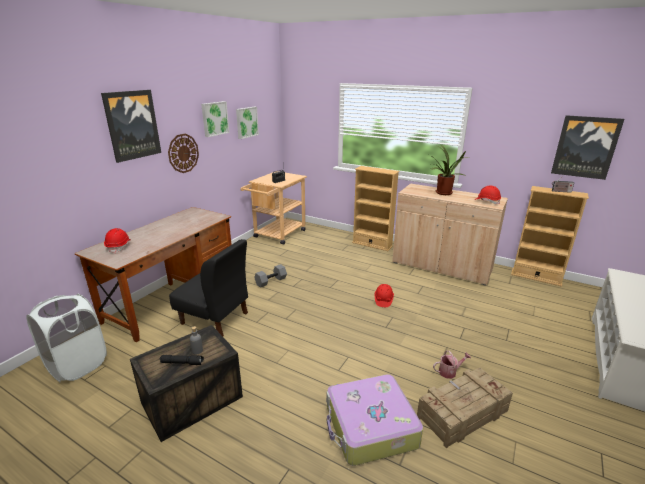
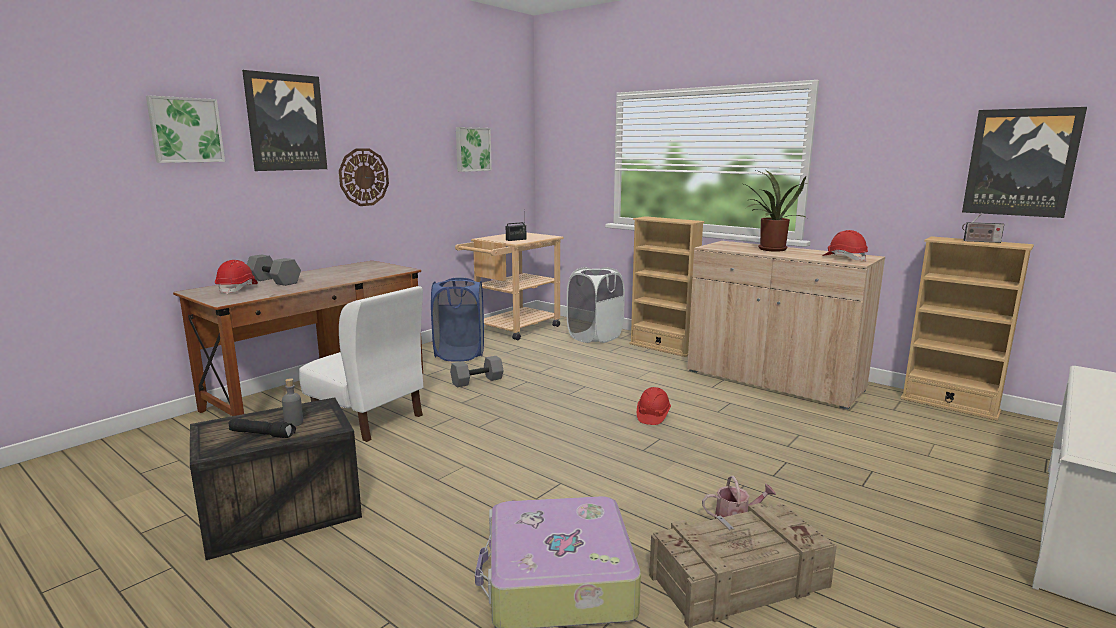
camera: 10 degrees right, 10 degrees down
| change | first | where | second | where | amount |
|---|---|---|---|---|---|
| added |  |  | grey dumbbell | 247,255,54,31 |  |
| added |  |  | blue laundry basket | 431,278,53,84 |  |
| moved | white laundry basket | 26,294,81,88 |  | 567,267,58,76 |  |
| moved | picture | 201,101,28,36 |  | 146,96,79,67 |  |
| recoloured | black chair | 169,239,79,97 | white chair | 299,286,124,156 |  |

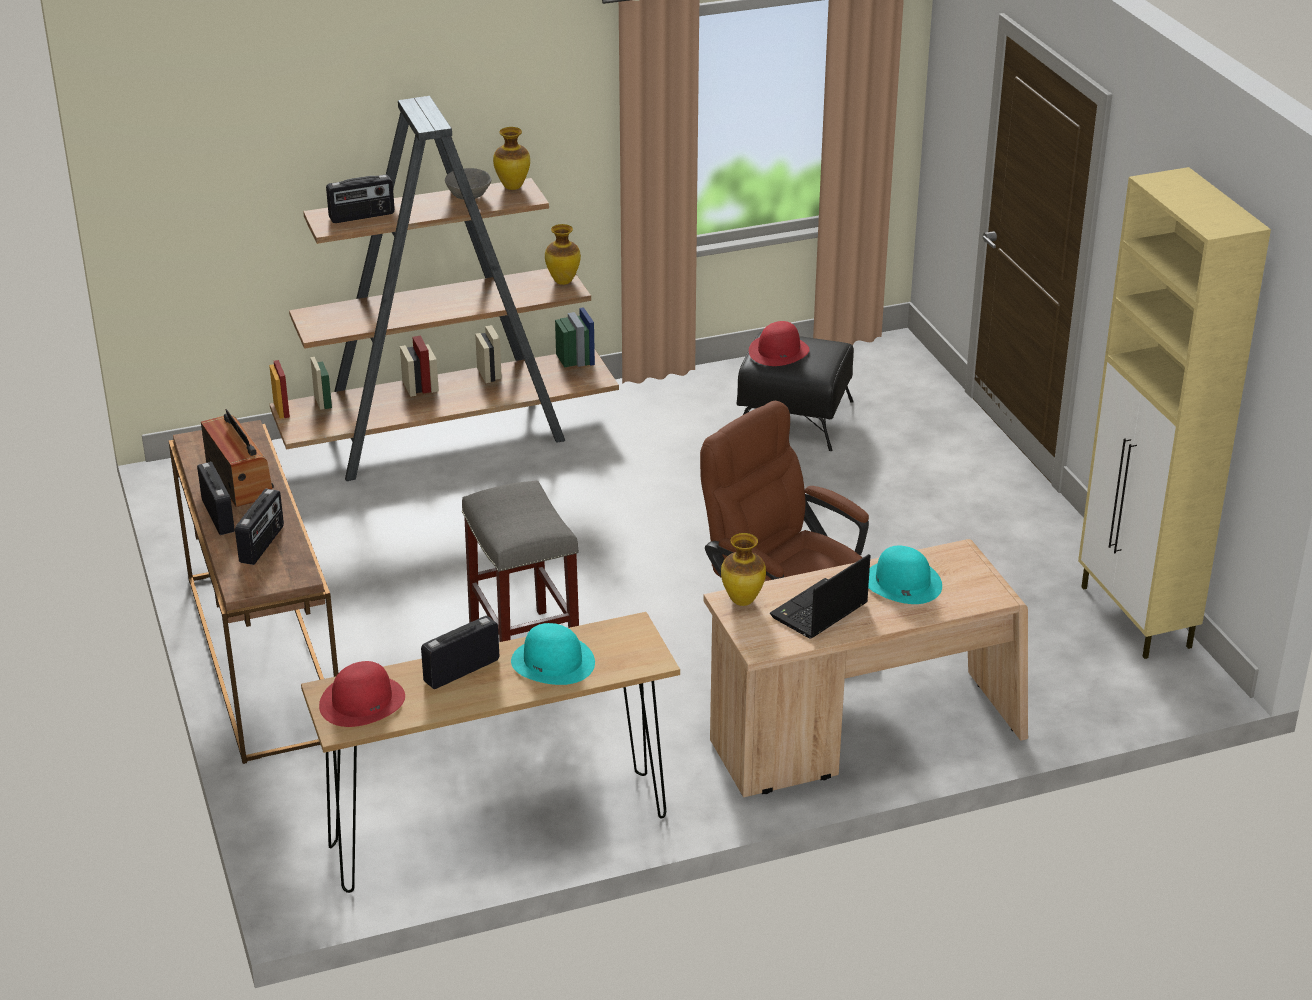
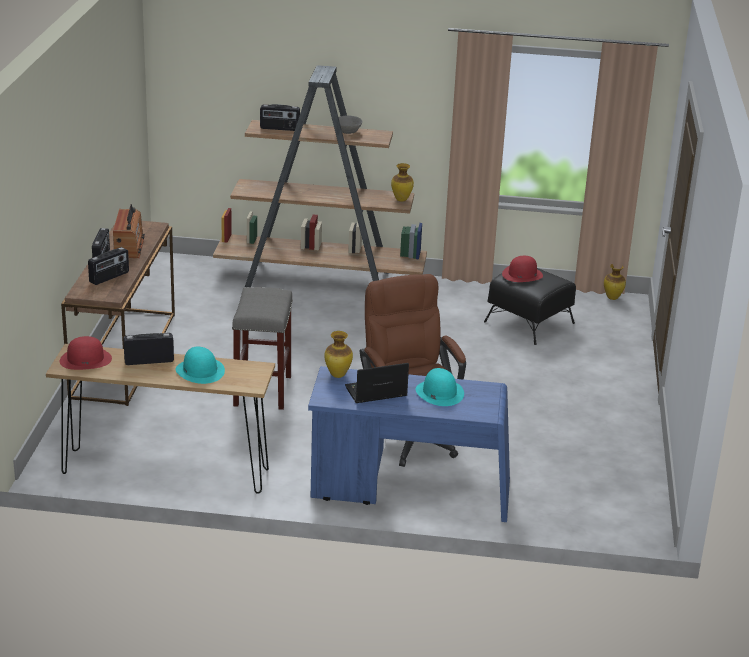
camera: 25 degrees right, 5 degrees down
| change | first | where | second | where | amount |
|---|---|---|---|---|---|
| removed | beige cabinet | 1078,167,193,492 |  |  |  |
| moved | vase | 493,127,37,63 |  | 604,264,22,36 |  |
| recoloured | beige desk | 703,539,325,258 | blue desk | 308,366,202,156 |  |

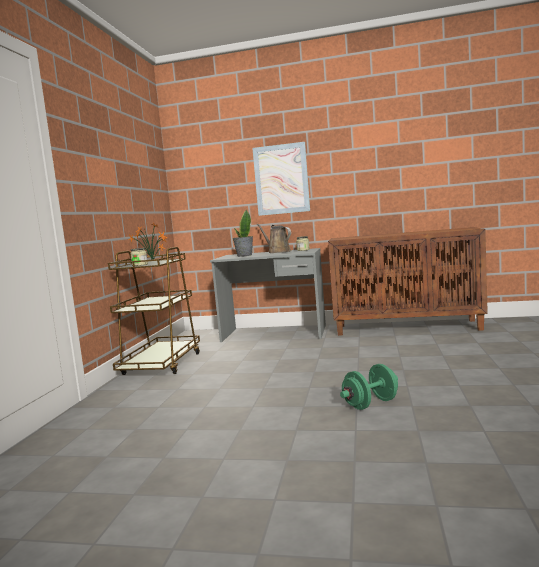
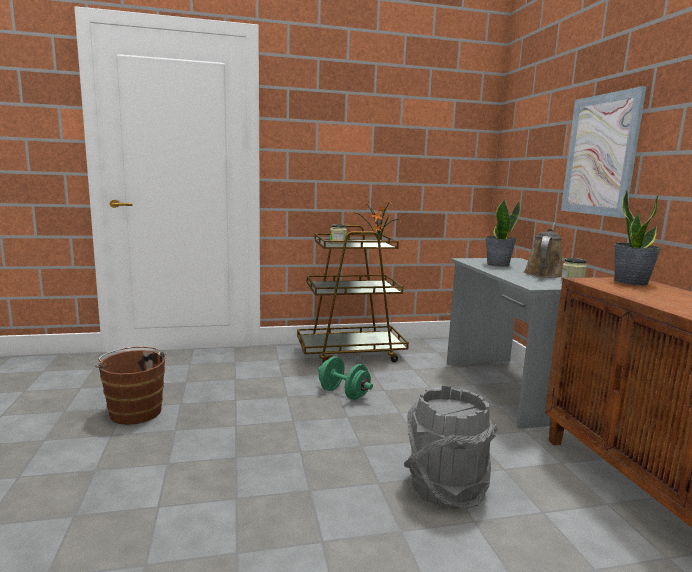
camera: 65 degrees right, 5 degrees up
| change | first | where | second | where | amount |
|---|---|---|---|---|---|
| added |  |  | brown bucket | 95,347,72,78 |  |
| added |  |  | grey bucket | 404,385,94,124 |  |
| added |  |  | potted plant | 614,190,47,96 |  |
| moved | green dumbbell | 340,364,58,46 |  | 318,356,55,44 |  |

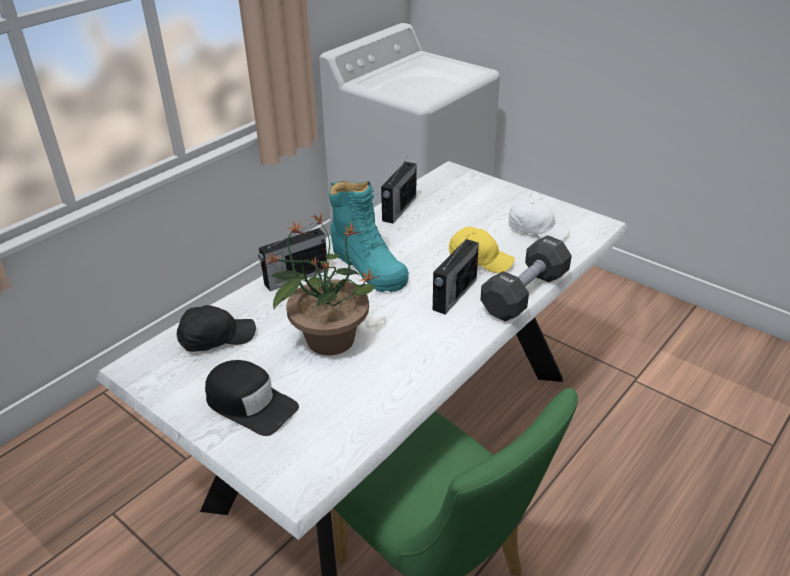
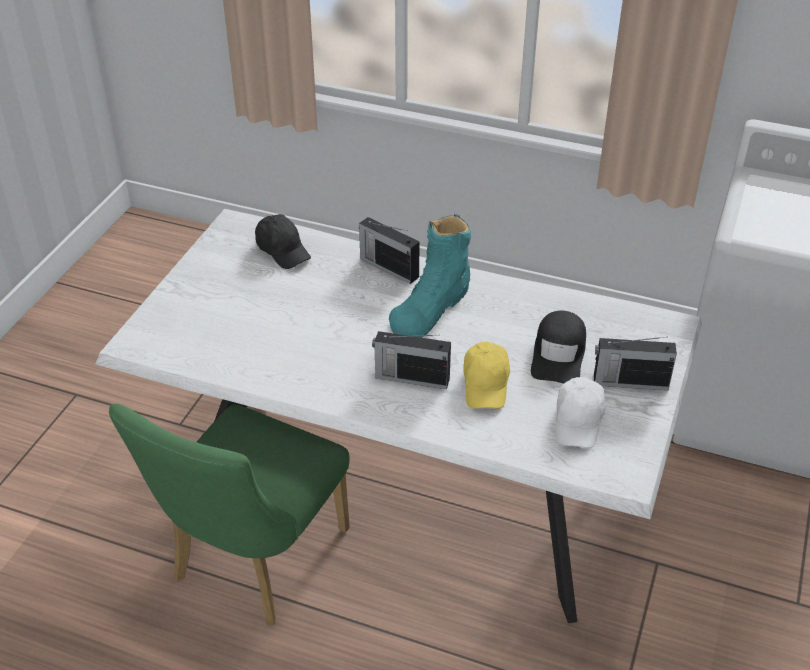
camera: 70 degrees right, 5 degrees up
| change | first | where | second | where | amount |
|---|---|---|---|---|---|
| removed | potted plant | 265,214,115,141 |  |  |  |
| removed | black dumbbell | 481,235,91,86 |  |  |  |
| moved | black cap | 205,360,94,76 |  | 531,310,55,74 |  |
| moved | radio | 381,158,35,66 |  | 594,337,83,53 |  |

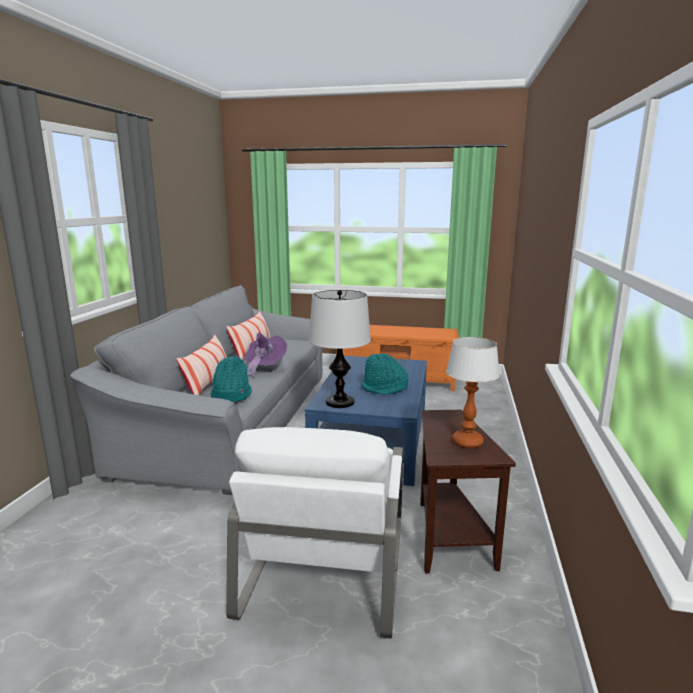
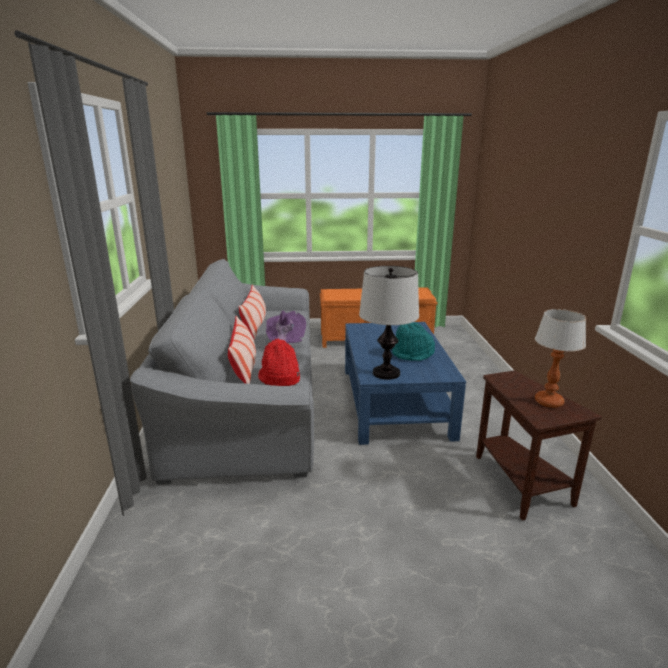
camera: 15 degrees left, 5 degrees up
| change | first | where | second | where | amount |
|---|---|---|---|---|---|
| removed | white armchair | 226,427,177,212 |  |  |  |
| recoloured | turquoise hat | 210,356,42,46 | red hat | 258,339,42,47 |  |

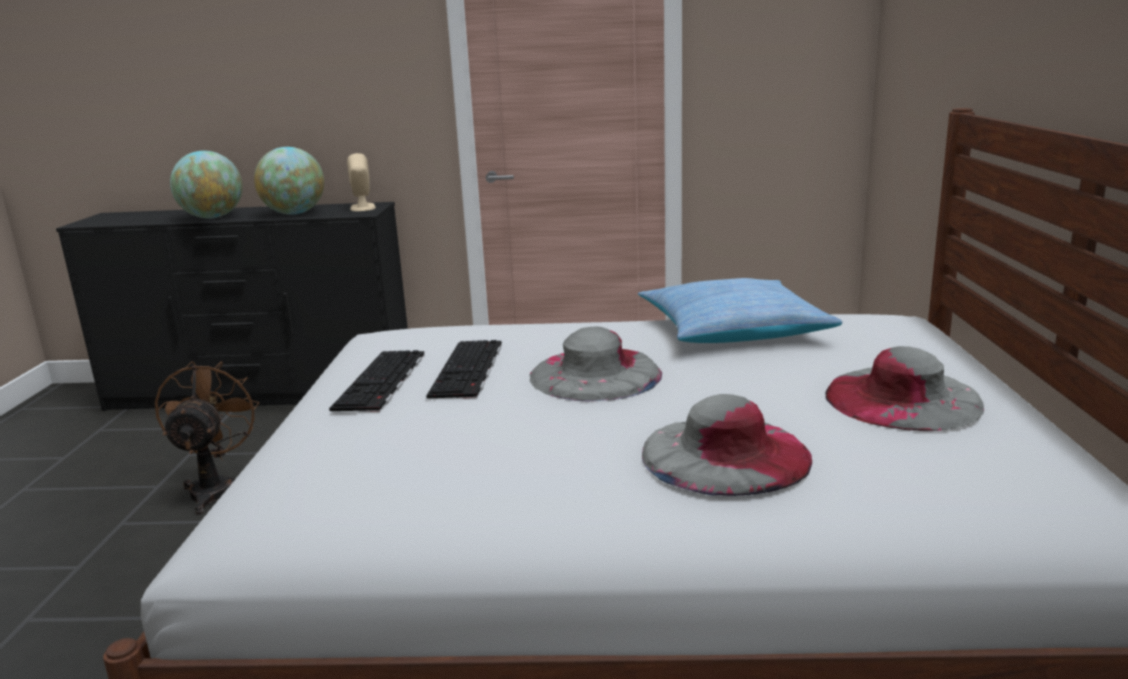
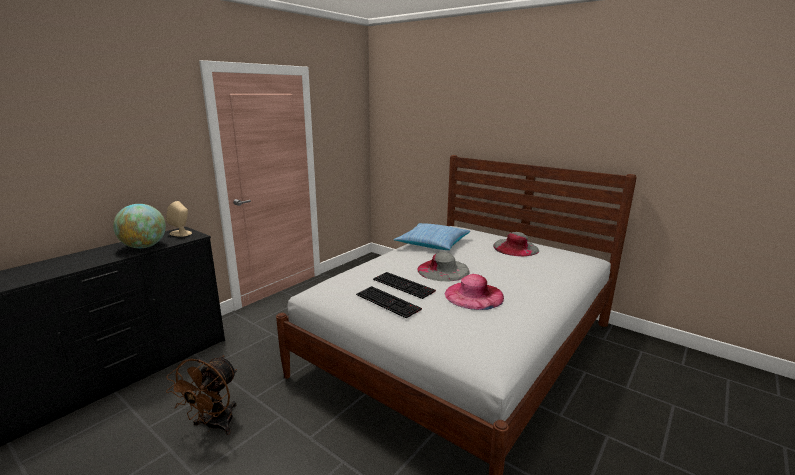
camera: 55 degrees left, 0 degrees up
| change | first | where | second | where | amount |
|---|---|---|---|---|---|
| removed | globe | 170,151,73,67 |  |  |  |
| removed | grey hat | 642,394,170,102 |  |  |  |
| added |  |  | pink hat | 445,274,59,36 |  |
| turned | brown fan | 155,361,104,153 |  | 166,355,71,80 | 105 degrees counterclockwise |

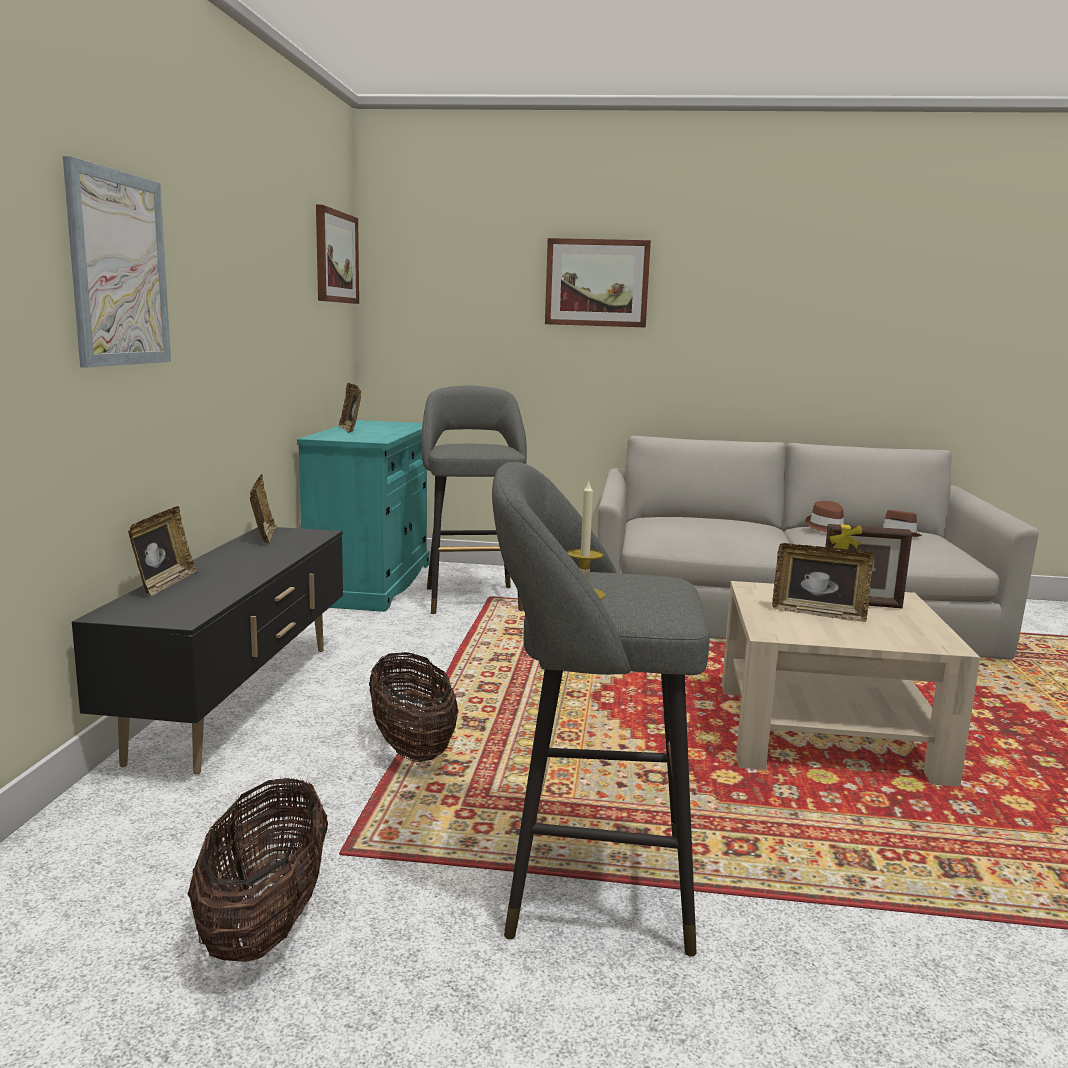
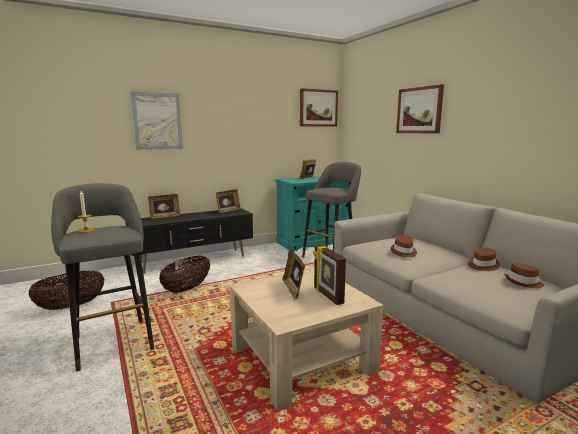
camera: 55 degrees right, 0 degrees up
| change | first | where | second | where | amount |
|---|---|---|---|---|---|
| added |  |  | brown hat | 391,235,26,22 |  |

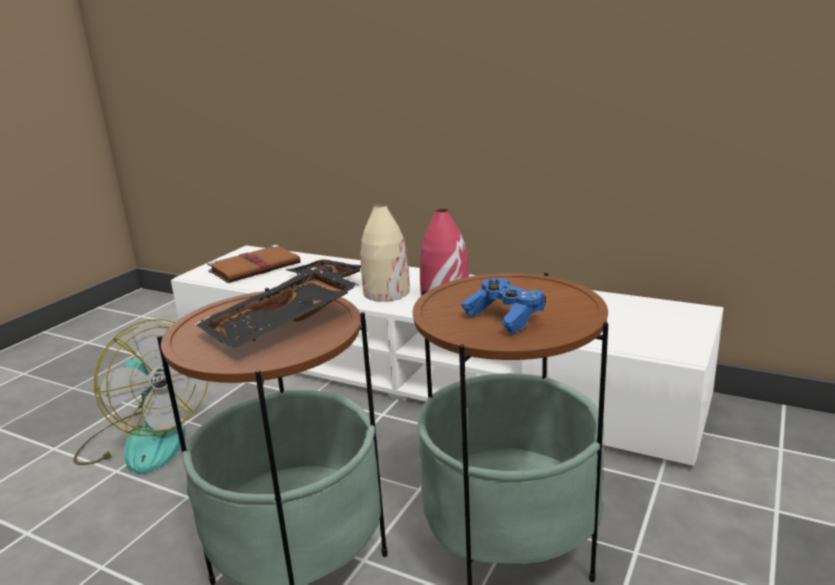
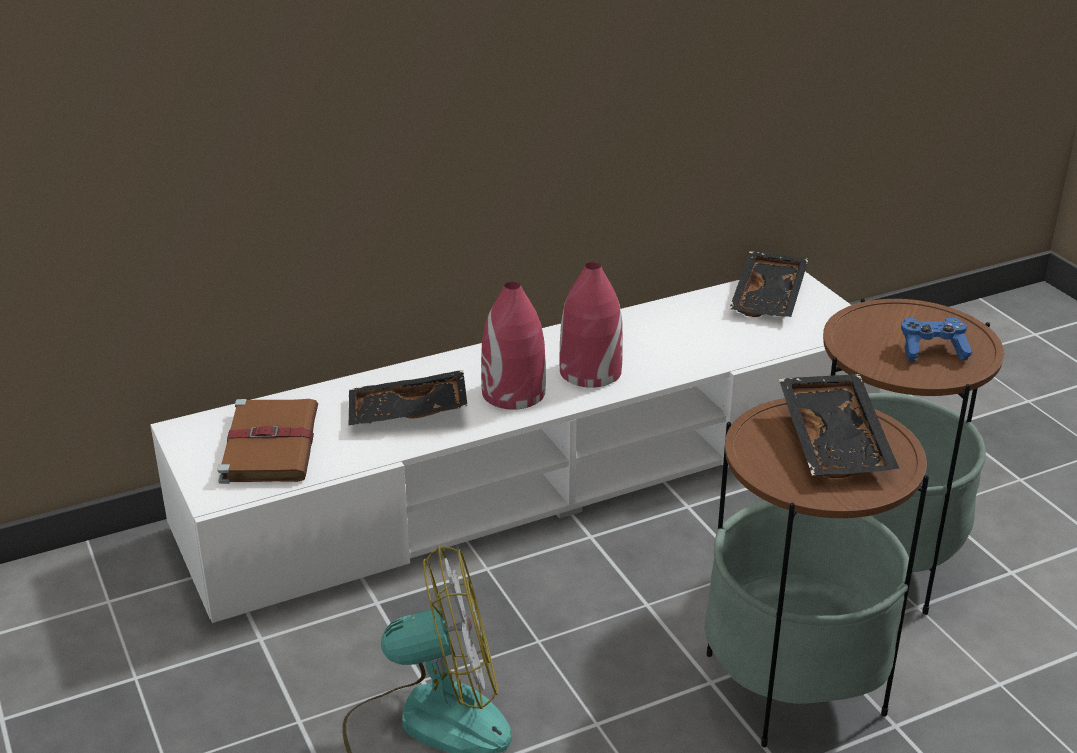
camera: 55 degrees left, 10 degrees up
| change | first | where | second | where | amount |
|---|---|---|---|---|---|
| added |  |  | black tray | 729,251,79,66 |  |
| recoloured | beige vase | 361,204,49,98 | red vase | 481,282,65,128 |  |

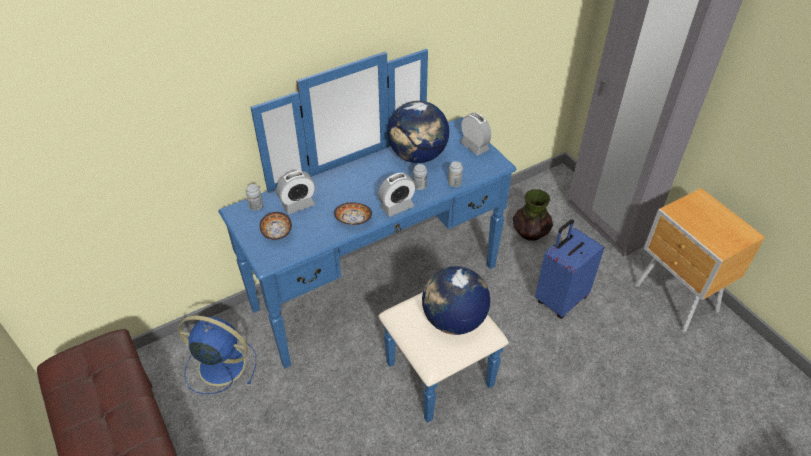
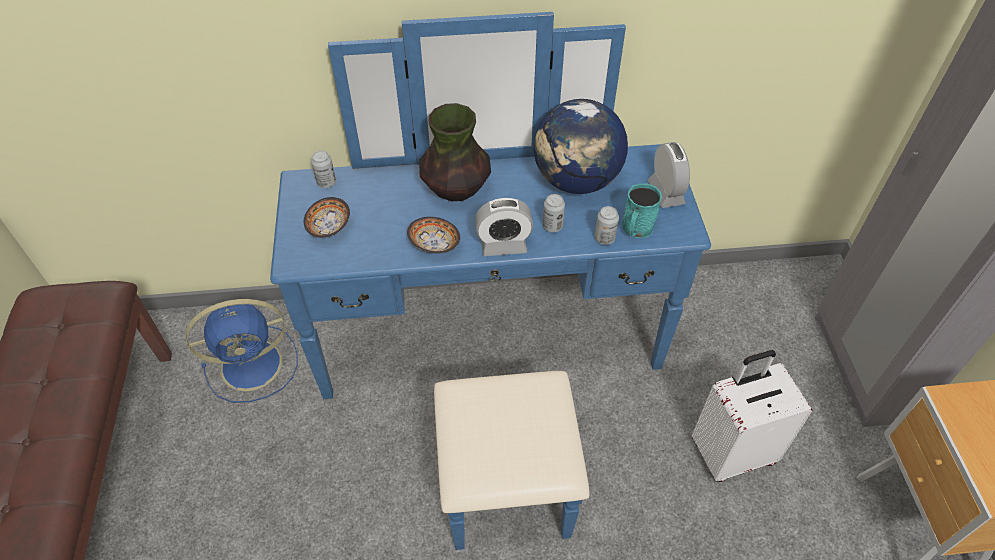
camera: 25 degrees right, 5 degrees up
| change | first | where | second | where | amount |
|---|---|---|---|---|---|
| removed | alarm clock | 276,171,39,43 |  |  |  |
| removed | globe | 422,266,68,69 |  |  |  |
| added |  |  | turquoise mug | 622,183,40,55 |  |
| moved | vase | 513,189,40,52 |  | 419,103,72,98 |  |
| recoloured | blue suitcase | 535,219,69,100 | white suitcase | 692,350,120,132 |  |
| turned | blue fan | 178,315,78,79 |  | 185,299,113,103 | 120 degrees clockwise |

